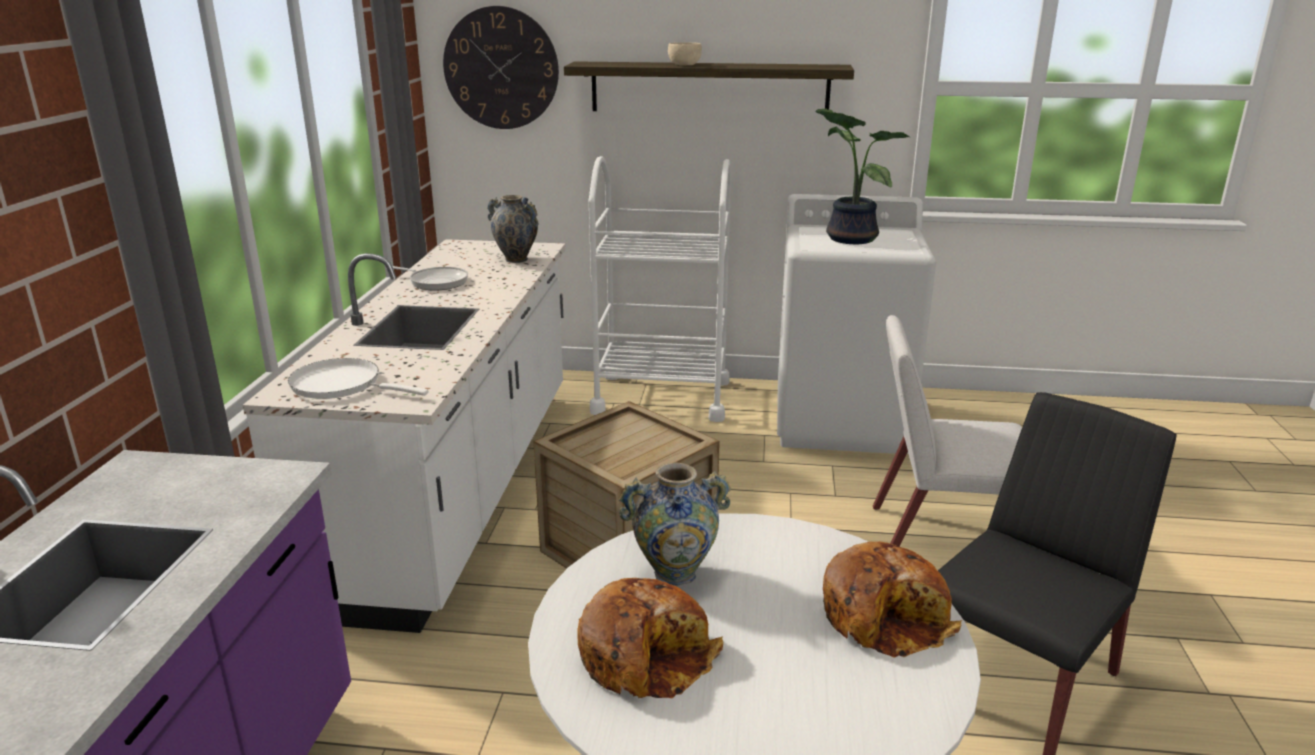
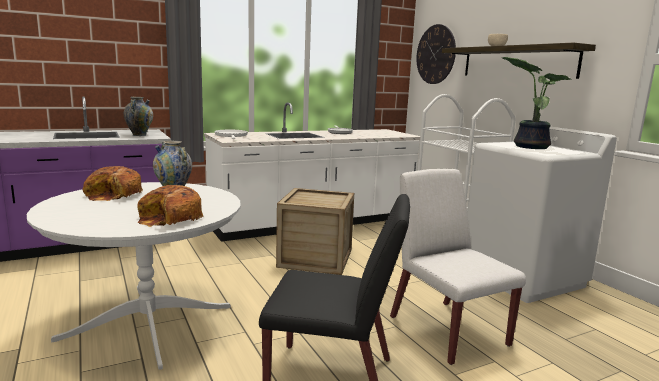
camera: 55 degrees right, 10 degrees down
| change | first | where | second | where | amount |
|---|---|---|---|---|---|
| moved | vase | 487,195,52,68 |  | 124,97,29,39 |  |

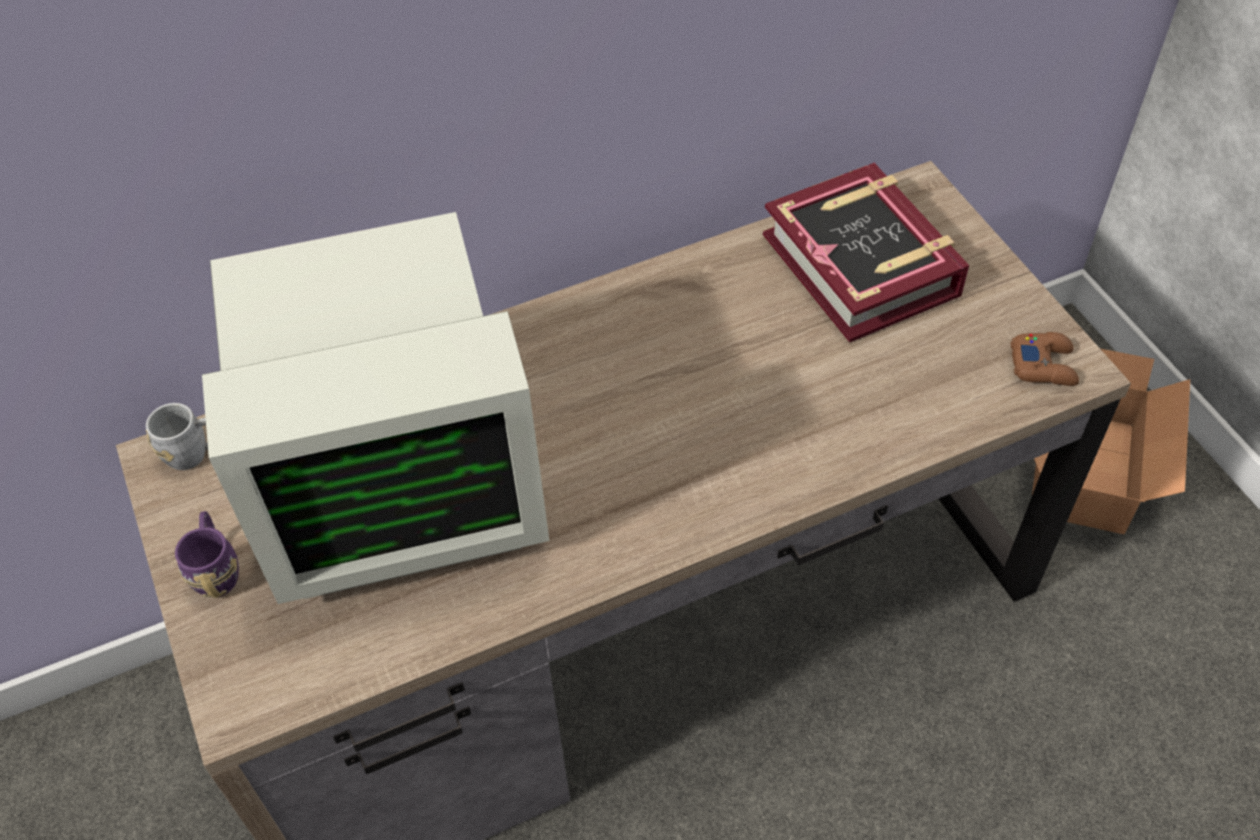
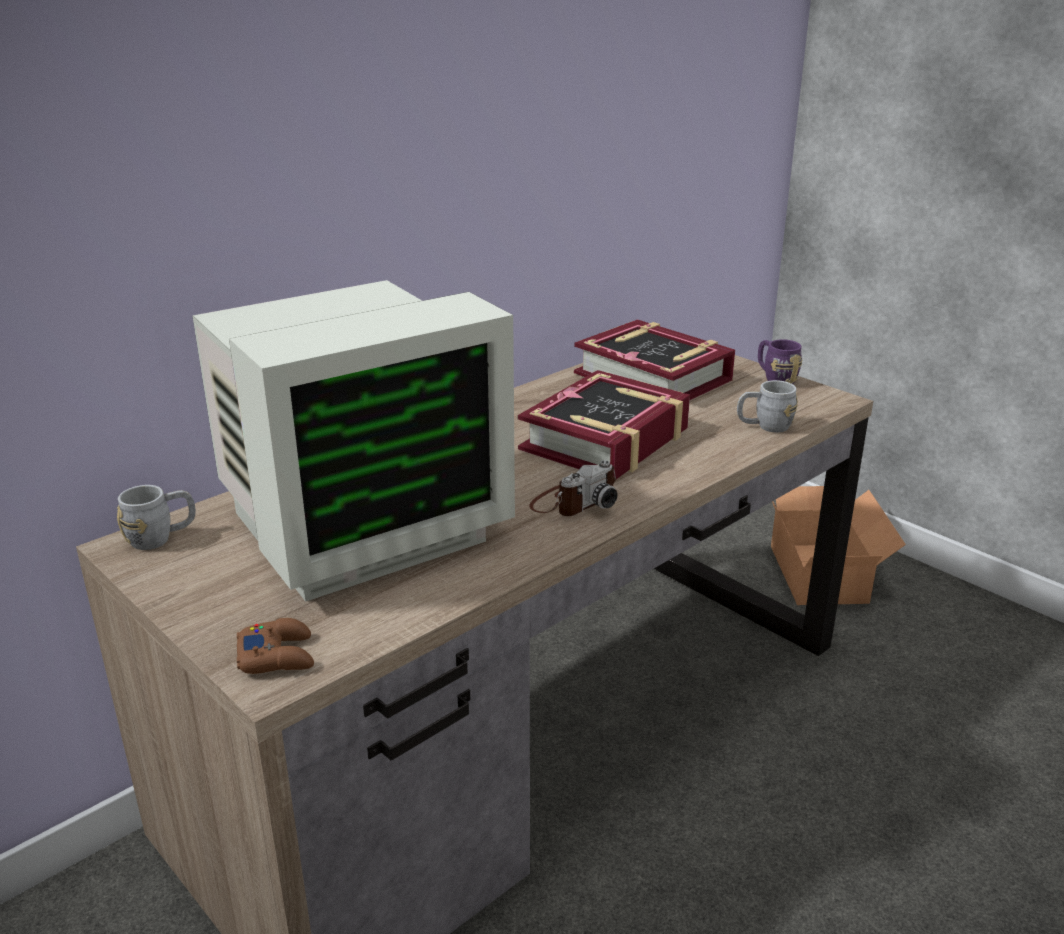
camera: 20 degrees left, 25 degrees down
| change | first | where | second | where | amount |
|---|---|---|---|---|---|
| added |  |  | book | 518,370,172,109 |  |
| added |  |  | photo camera | 529,460,88,56 |  |
| added |  |  | grey mug | 737,380,61,52 |  |
| moved | purple mug | 175,511,64,87 |  | 758,339,44,45 |  |
| moved | brown game controller | 1010,332,69,54 |  | 237,618,77,56 |  |

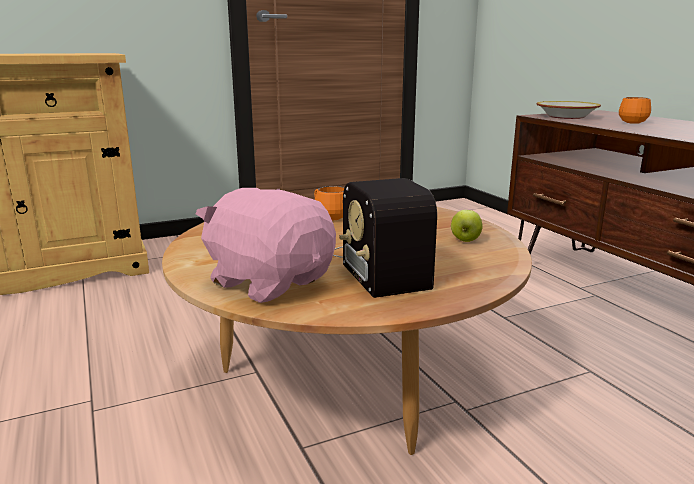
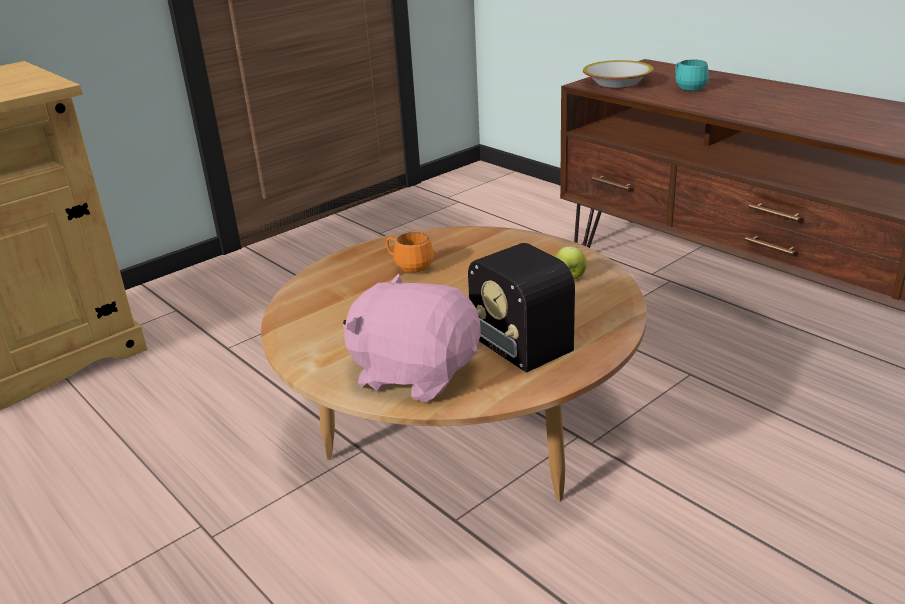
camera: 15 degrees left, 10 degrees up
| change | first | where | second | where | amount |
|---|---|---|---|---|---|
| recoloured | orange mug | 619,97,32,27 | turquoise mug | 675,59,34,32 |  |

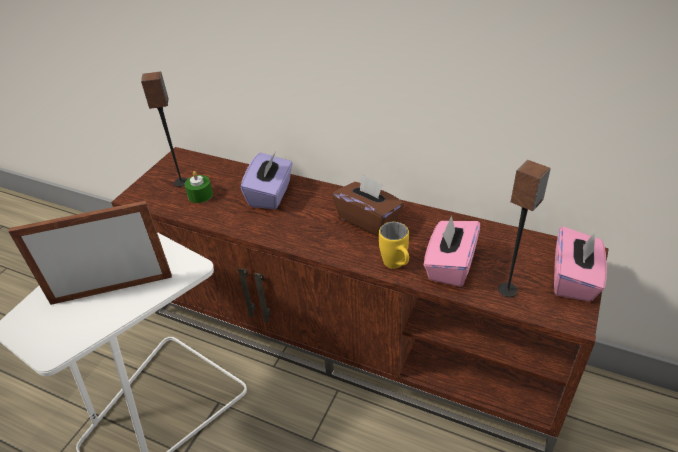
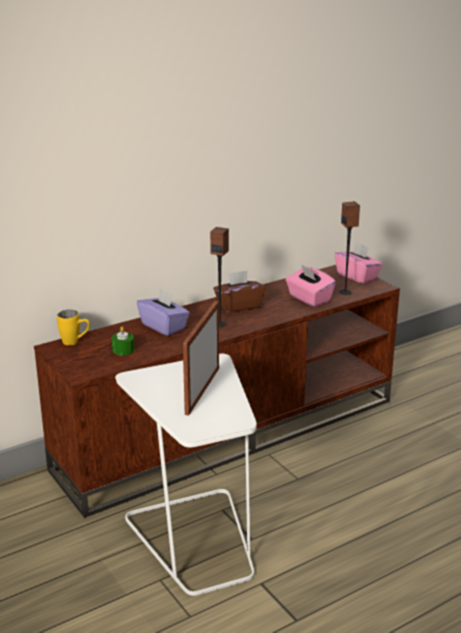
camera: 60 degrees left, 15 degrees down
| change | first | where | second | where | amount |
|---|---|---|---|---|---|
| moved | speaker | 141,72,47,115 |  | 210,227,19,100 |  |
| moved | yellow mug | 379,222,30,47 |  | 57,310,33,35 |  |

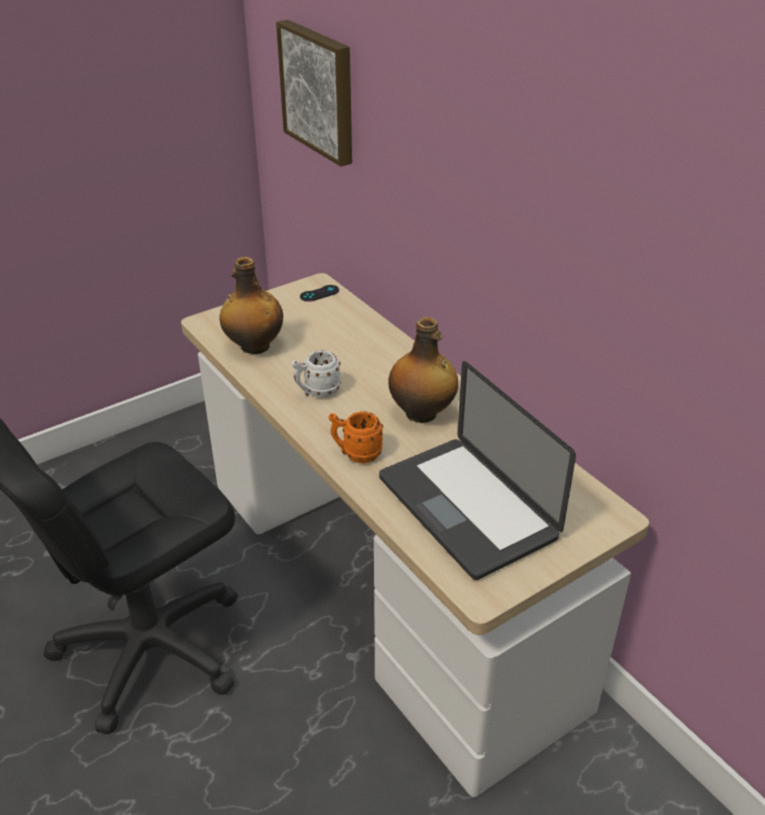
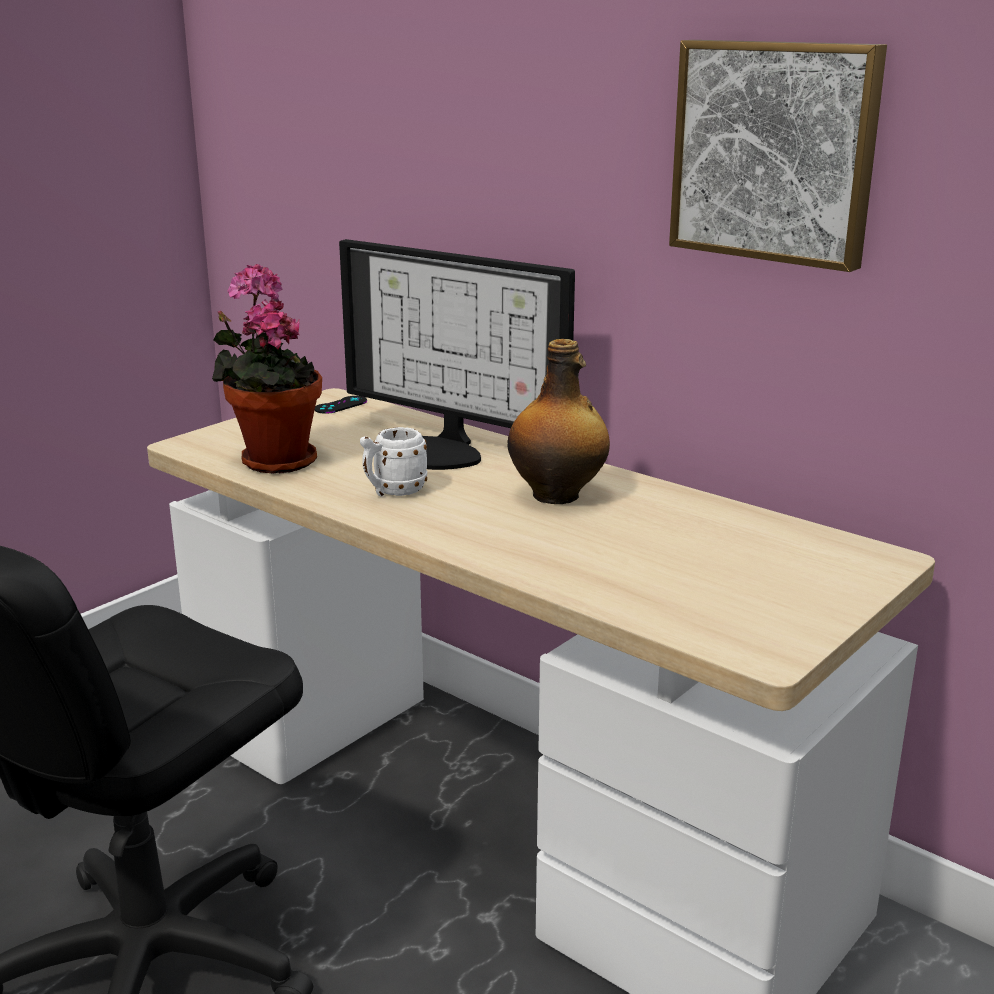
camera: 15 degrees left, 15 degrees down
| change | first | where | second | where | amount |
|---|---|---|---|---|---|
| removed | orange mug | 328,411,55,52 |  |  |  |
| removed | laptop | 379,361,197,219 |  |  |  |
| added |  |  | monitor | 339,239,236,231 |  |
| moved | picture | 276,20,76,147 |  | 669,40,218,232 |  |
| replaced | bottle | 220,257,63,97 | potted plant | 212,264,110,209 |  |

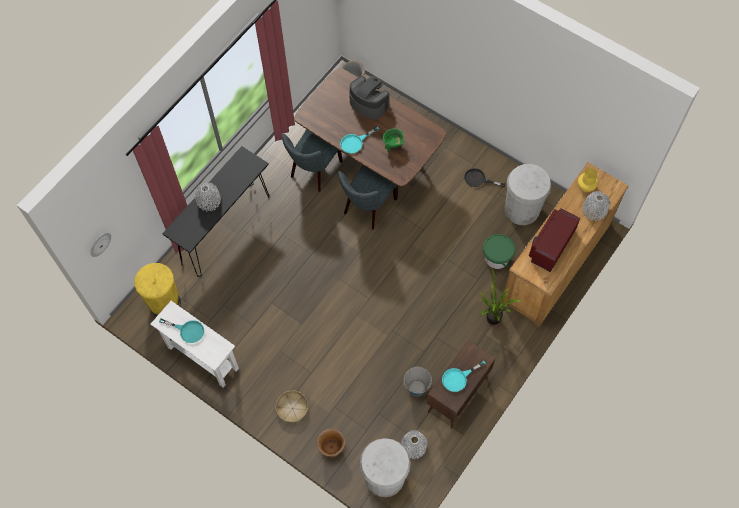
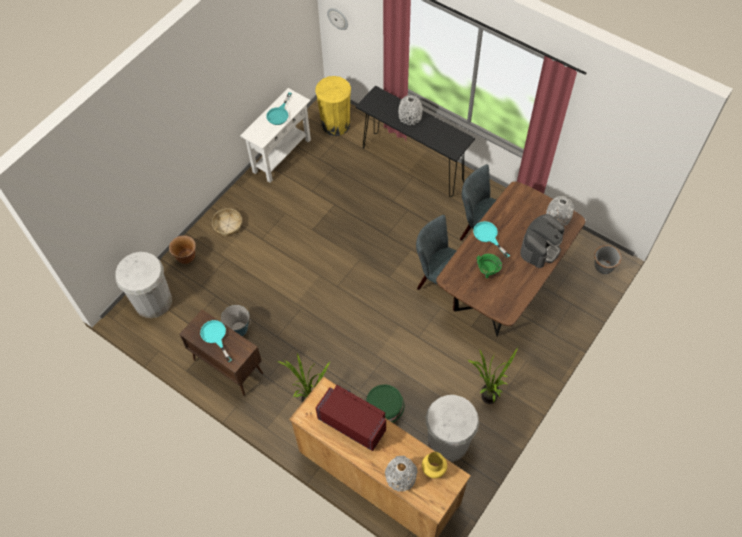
camera: 90 degrees right, 5 degrees down
| change | first | where | second | where | amount |
|---|---|---|---|---|---|
| moved | grey vase | 401,430,27,29 |  | 546,196,28,30 |  |
| replaced | black frying pan | 464,168,42,19 | potted plant | 468,347,50,57 |  |

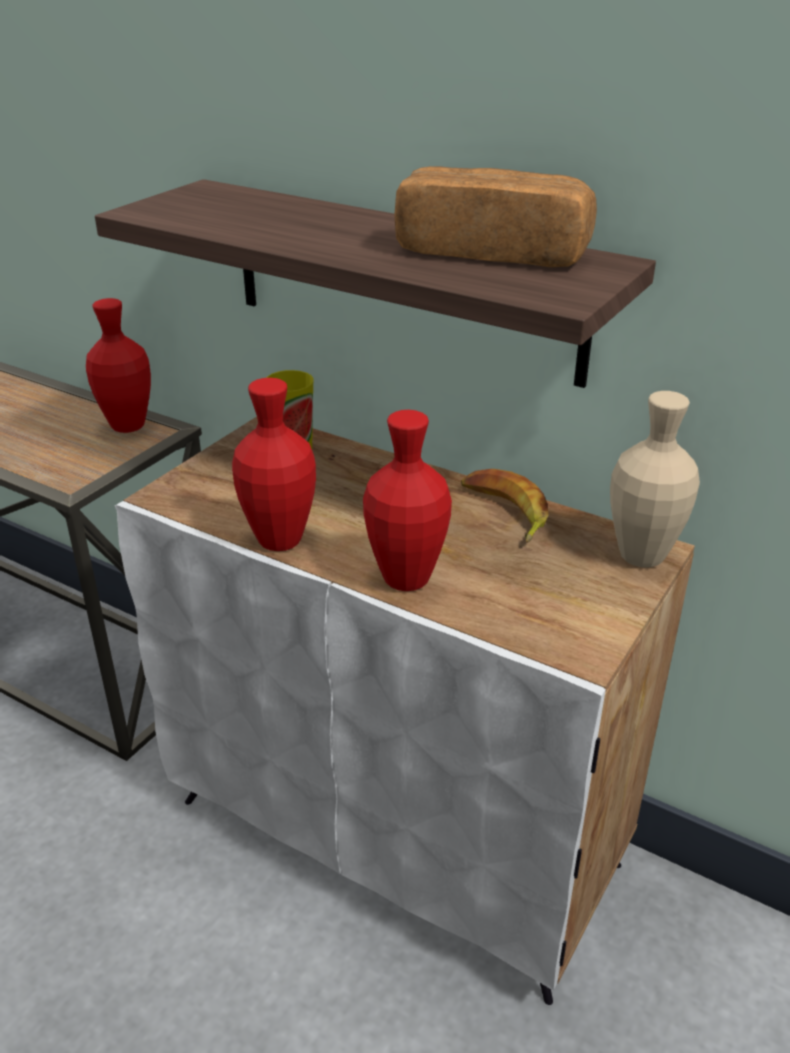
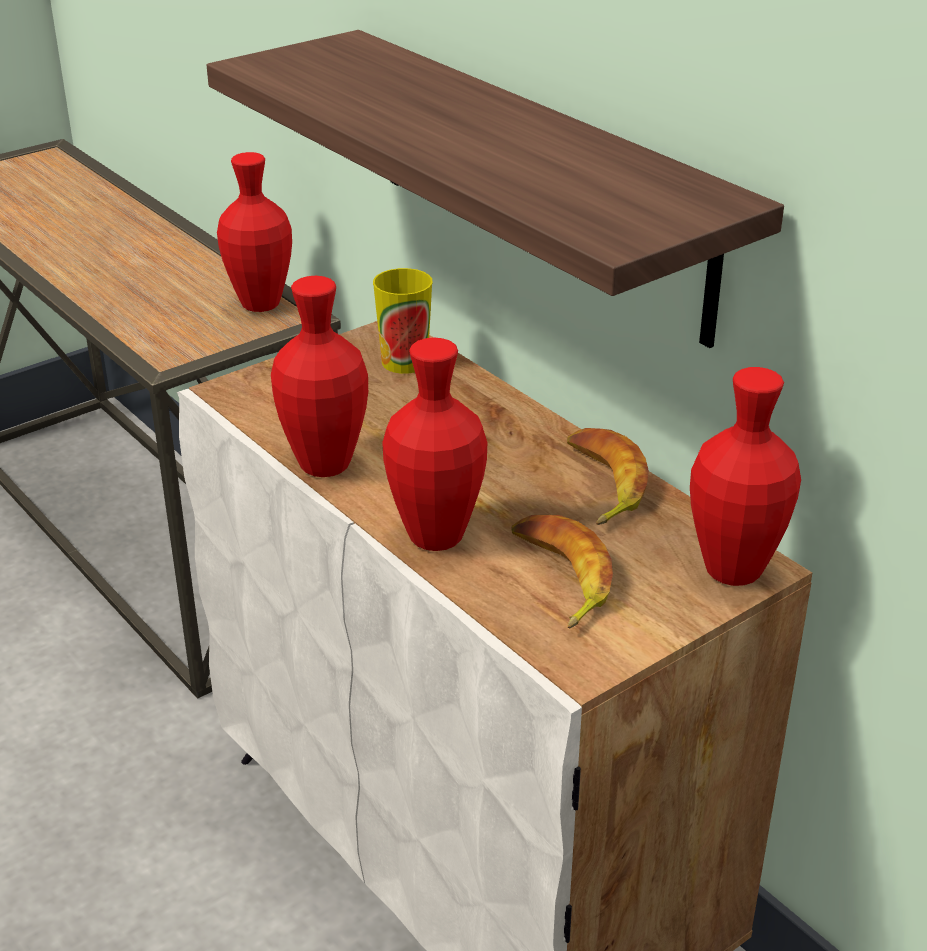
camera: 20 degrees right, 0 degrees up
| change | first | where | second | where | amount |
|---|---|---|---|---|---|
| removed | bread | 394,166,203,101 |  |  |  |
| added |  |  | banana | 512,515,101,114 |  |
| recoloured | beige vase | 610,391,90,176 | red vase | 690,367,111,219 |  |

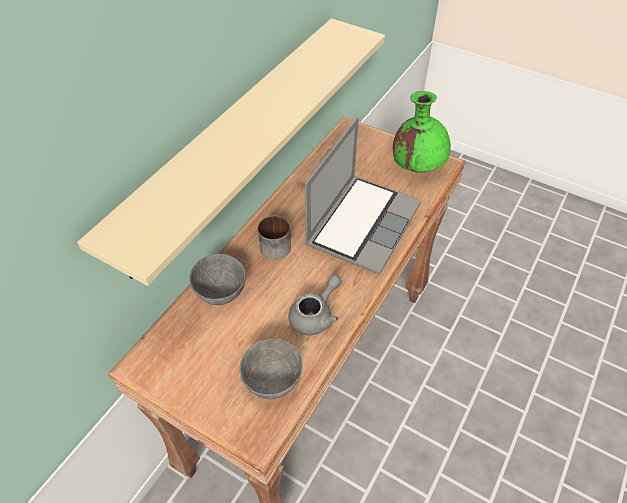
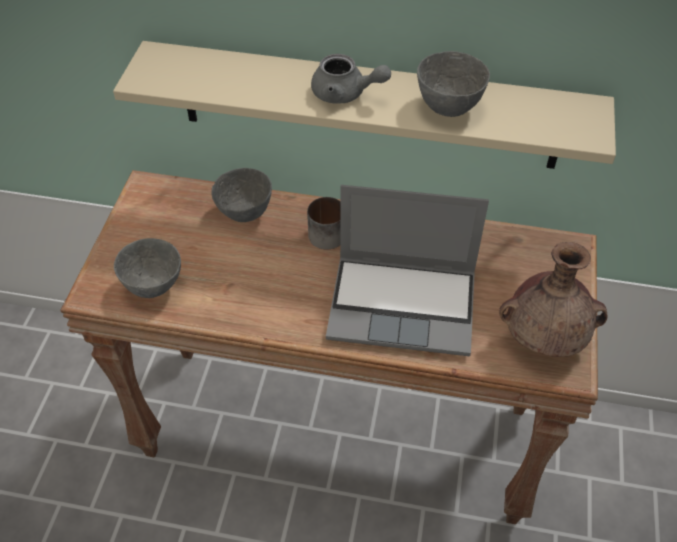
camera: 70 degrees right, 0 degrees up
| change | first | where | second | where | amount |
|---|---|---|---|---|---|
| added |  |  | grey bowl | 417,51,73,66 |  |
| moved | grey teapot | 289,274,53,61 |  | 311,54,80,50 |  |
| recoloured | green vase | 393,91,58,82 | brown vase | 499,242,108,115 |  |

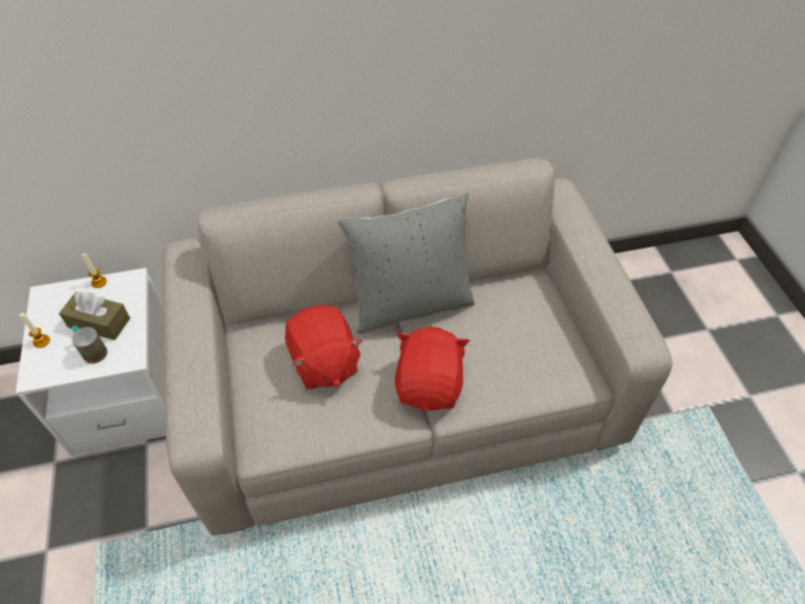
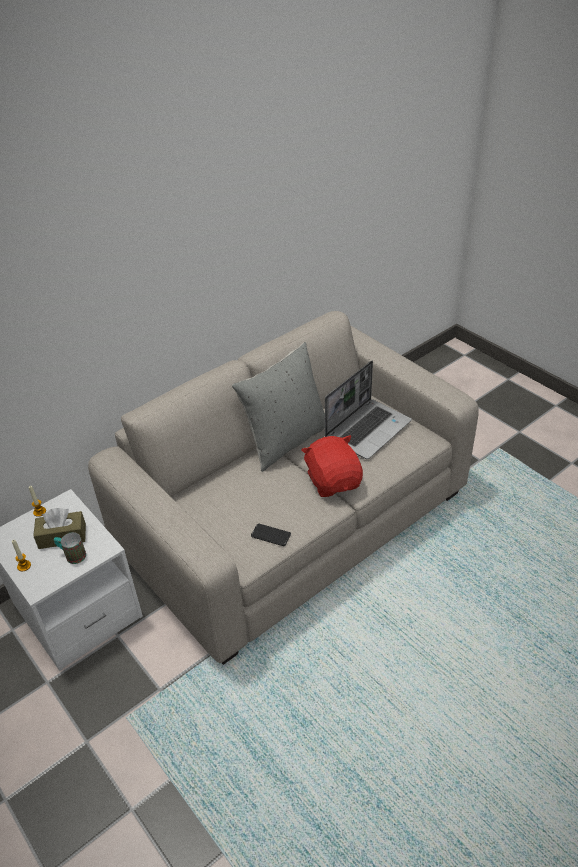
camera: 25 degrees left, 10 degrees down
| change | first | where | second | where | amount |
|---|---|---|---|---|---|
| removed | red plush toy | 285,305,78,84 |  |  |  |
| added |  |  | phone | 251,524,40,22 |  |
| added |  |  | laptop | 325,360,87,99 |  |

